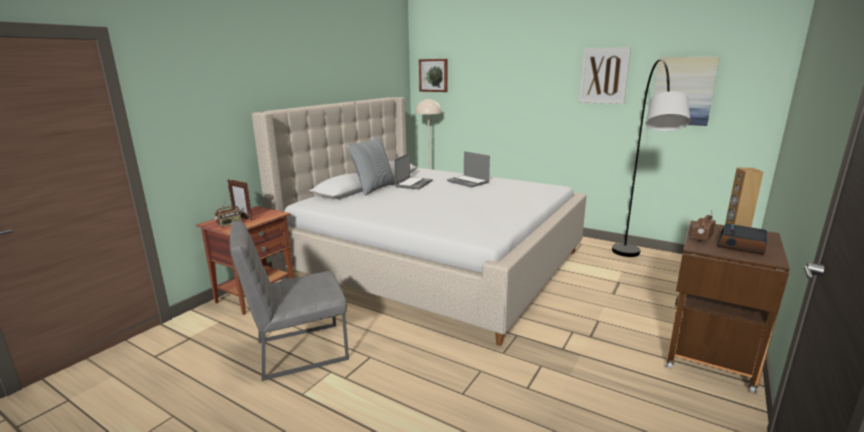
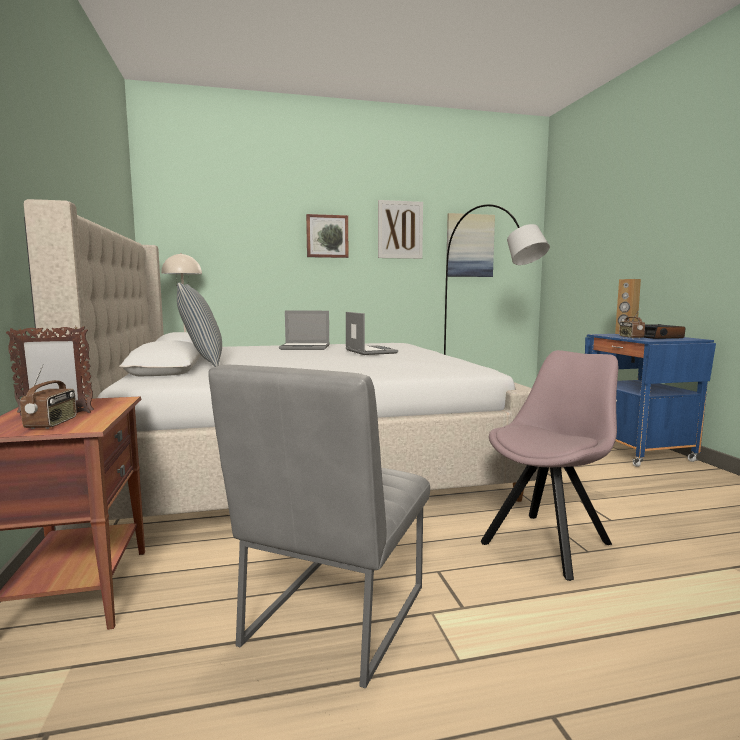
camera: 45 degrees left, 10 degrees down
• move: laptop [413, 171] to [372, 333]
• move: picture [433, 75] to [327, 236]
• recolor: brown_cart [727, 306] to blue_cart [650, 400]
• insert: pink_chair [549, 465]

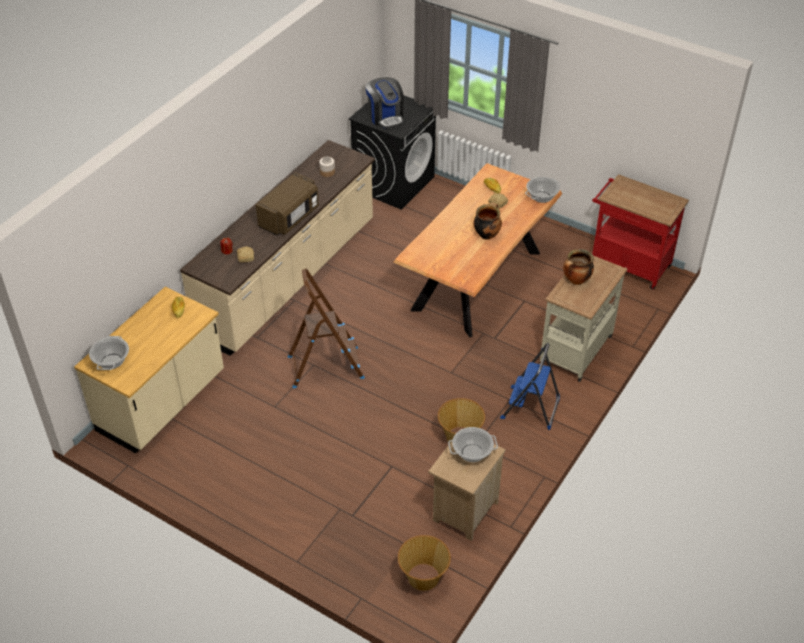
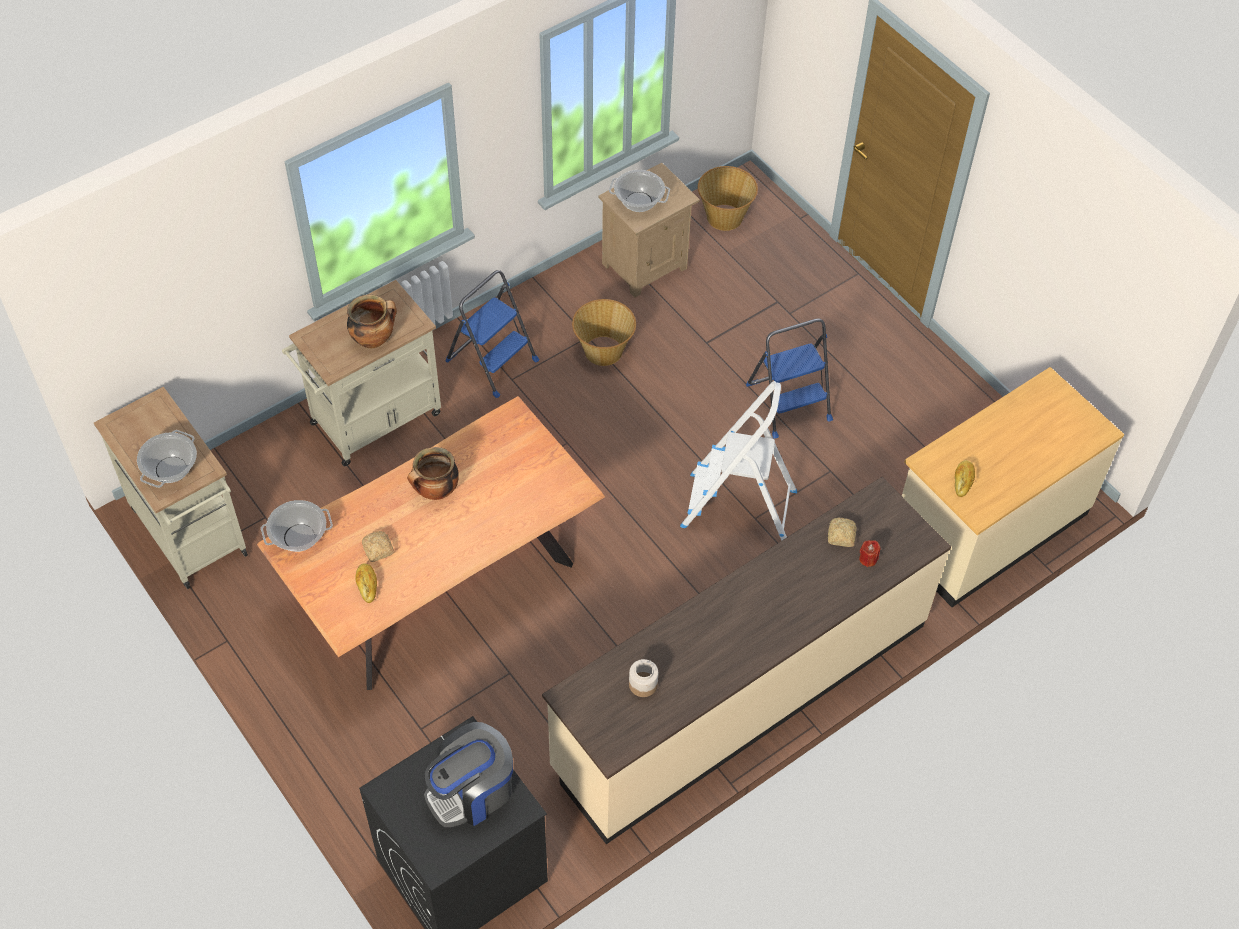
camera: 160 degrees left, 10 degrees up
• move: cooking_pot [109, 353] to [167, 459]
• delete: brown_microwave [287, 204]
• recolor: brown_step_ladder [326, 328] to white_step_ladder [738, 461]
• rotate: coffee_machine [384, 103] = [468, 774] 120 degrees counterclockwise
• recolor: red_cart [640, 232] to beige_cart [171, 488]
• insert: blue_step_ladder [789, 379]

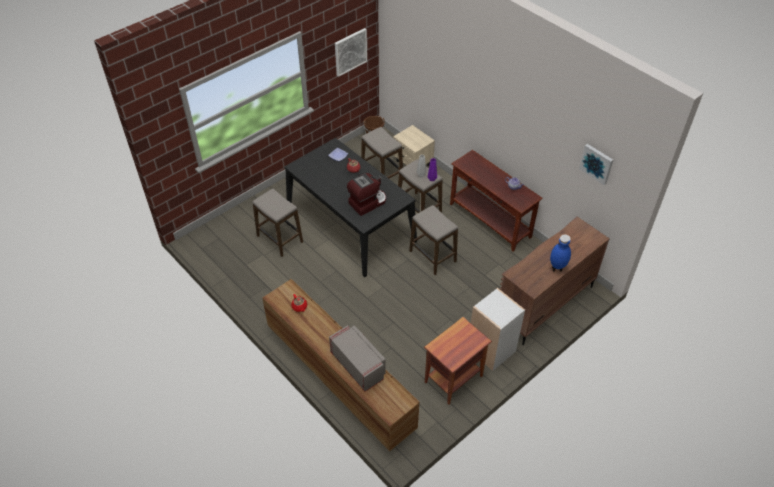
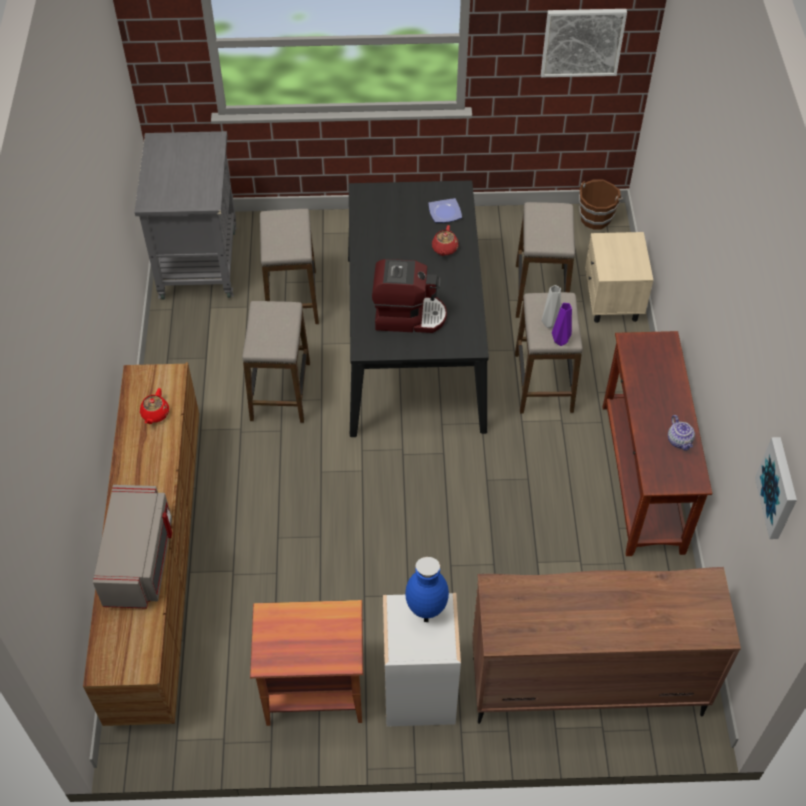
camera: 40 degrees right, 5 degrees up
• move: stool [433, 240] to [276, 362]
• move: blue_vase [560, 253] to [427, 589]
• insert: grey_cart [185, 215]

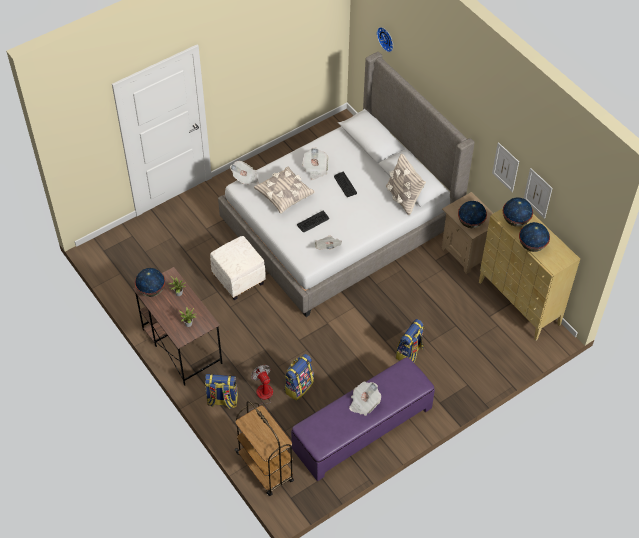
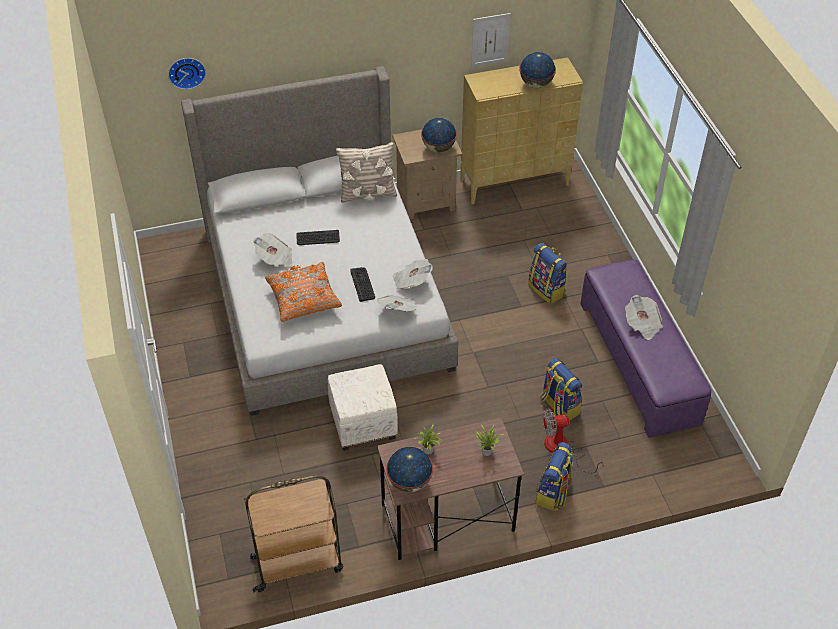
camera: 70 degrees left, 5 degrees down
• move: newspaper [244, 173] to [397, 303]
• move: brown_cart [264, 448] to [293, 534]
• recolor: beige_pillow [284, 190] to orange_pillow [303, 292]
• delete: picture [505, 167]
• delete: globe [518, 212]

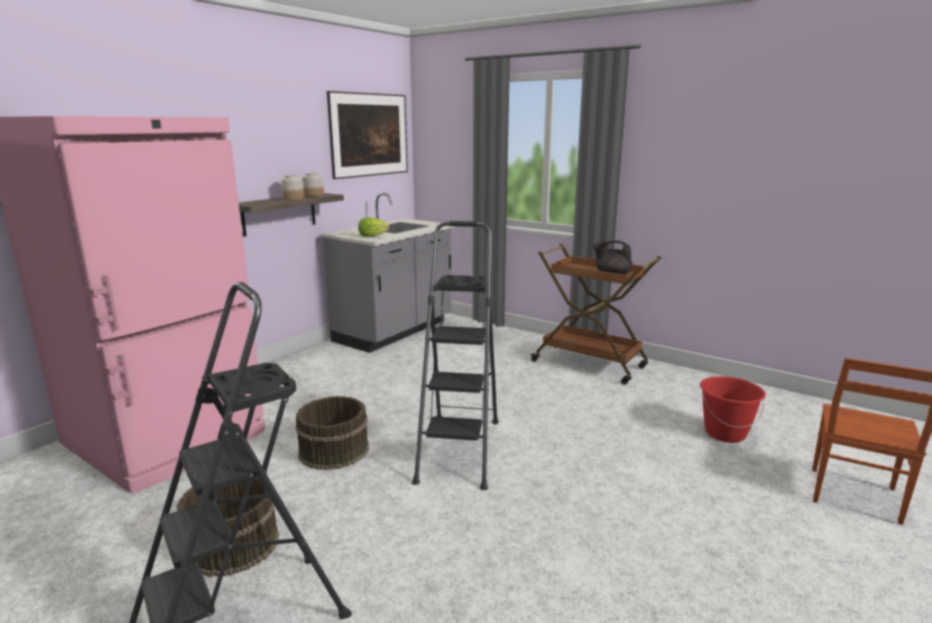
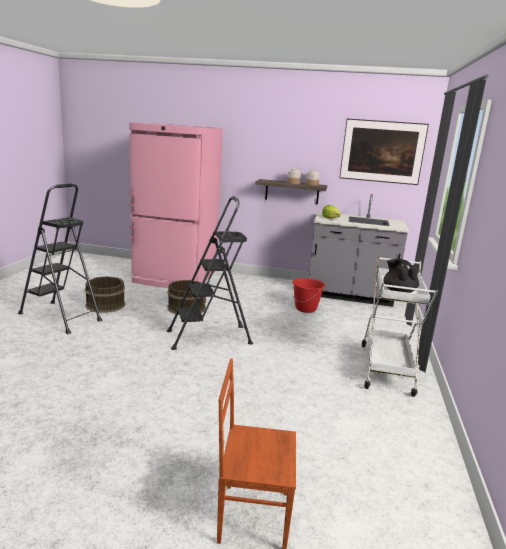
camera: 65 degrees right, 0 degrees up
• recolor: brown_cart [595, 314] to white_cart [399, 326]
• move: red_bucket [733, 409] to [308, 295]

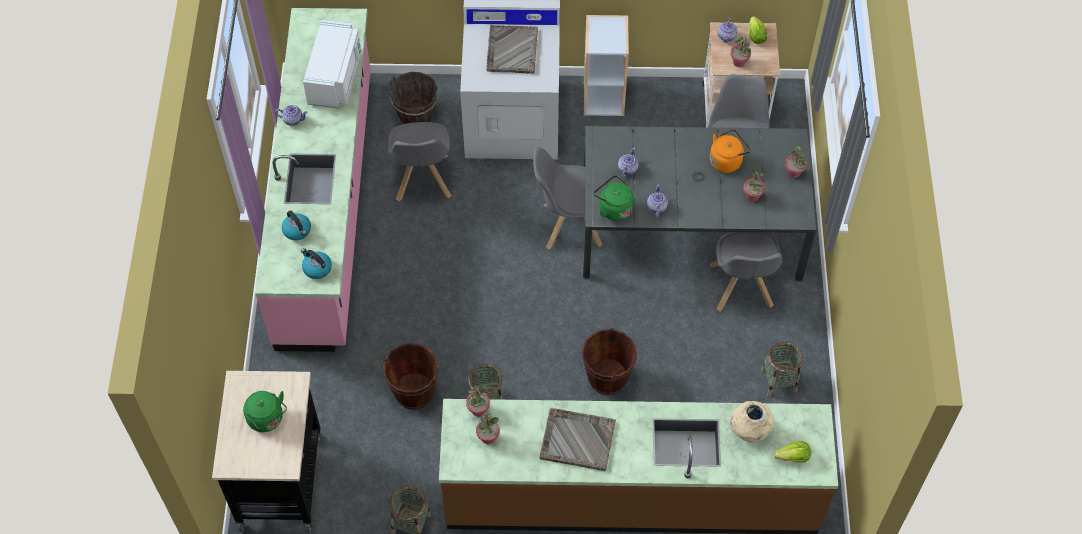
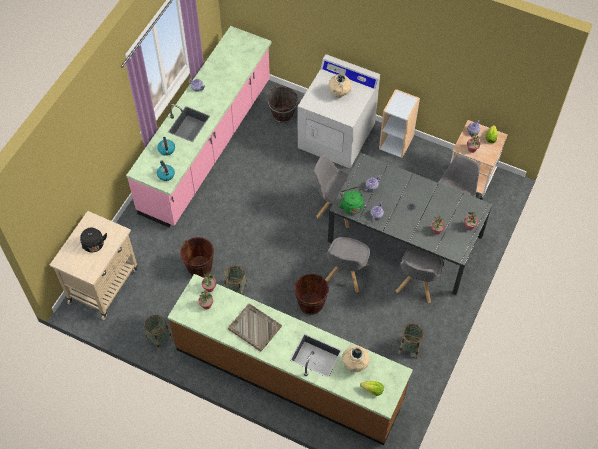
camera: 25 degrees right, 0 degrees up
• recolor: black_cart [267, 452] to beige_cart [94, 265]
• recolor: green_kettle [265, 411] to black_kettle [93, 240]
• delete: white_microwave [332, 64]
• move: grey_chair [419, 161] to [347, 265]
• replace: grey_tray [512, 49] to beige_vase [340, 86]
• delete: orange_kettle [730, 151]

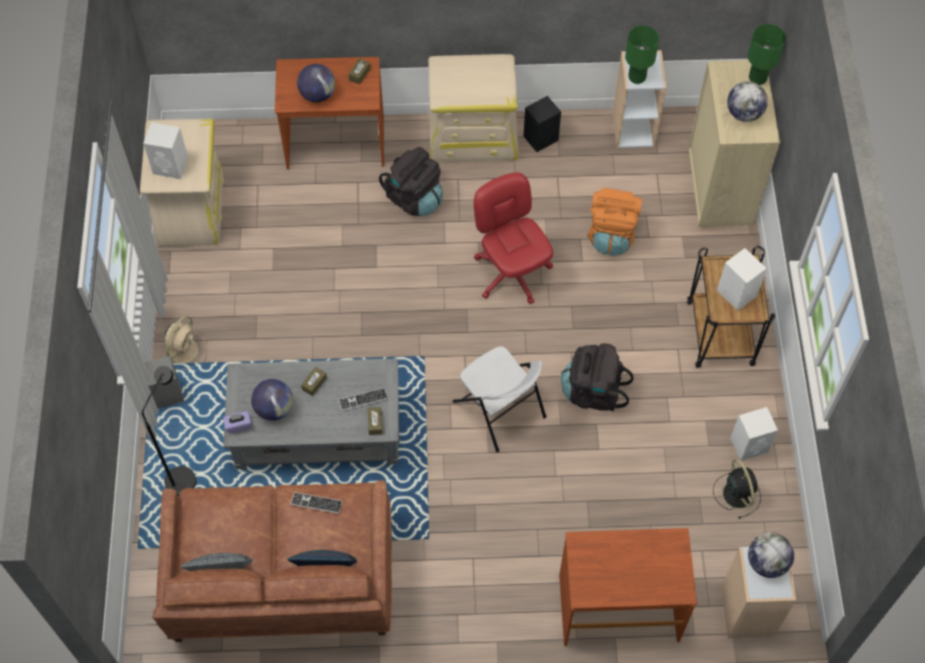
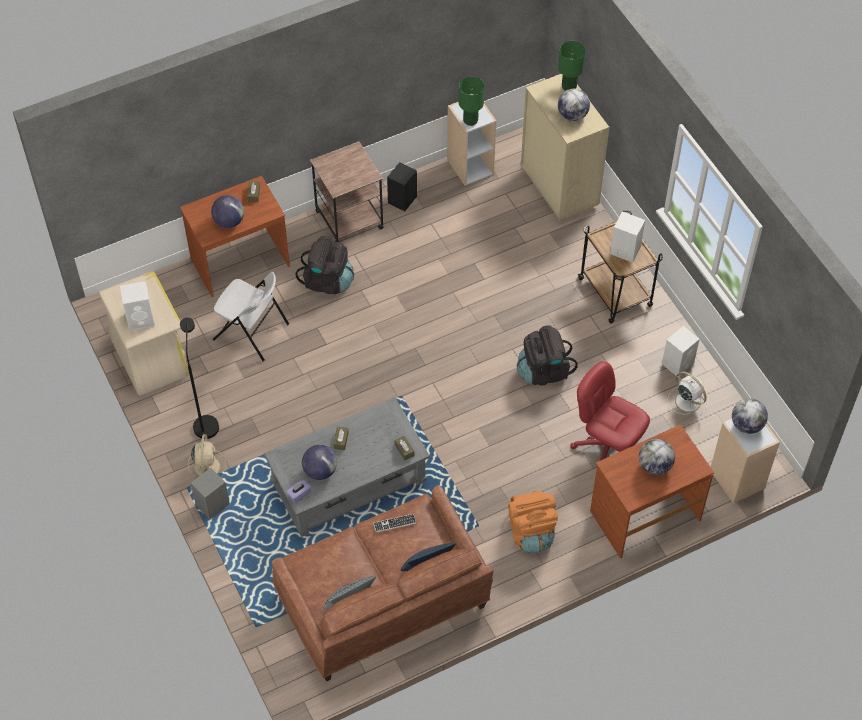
camera: 25 degrees left, 5 degrees down
• move: black_floor_lamp [169, 431] to [199, 378]
• delete: keyboard [363, 399]
• replace: beige_nightstand [473, 108] to brown_cart [347, 191]
• move: white_chair [499, 399] to [251, 317]
• move: red_office_chair [513, 238] to [610, 411]
• move: orange_backpack [614, 222] to [533, 522]
• recolor: black_fan [737, 489] to white_fan [687, 394]
• insert: globe [657, 457]

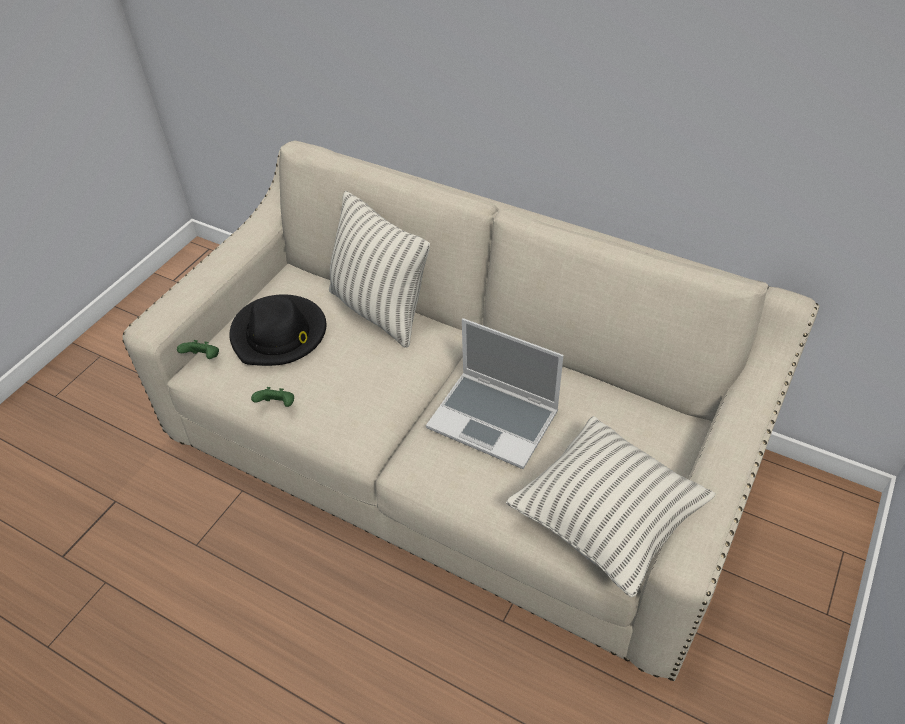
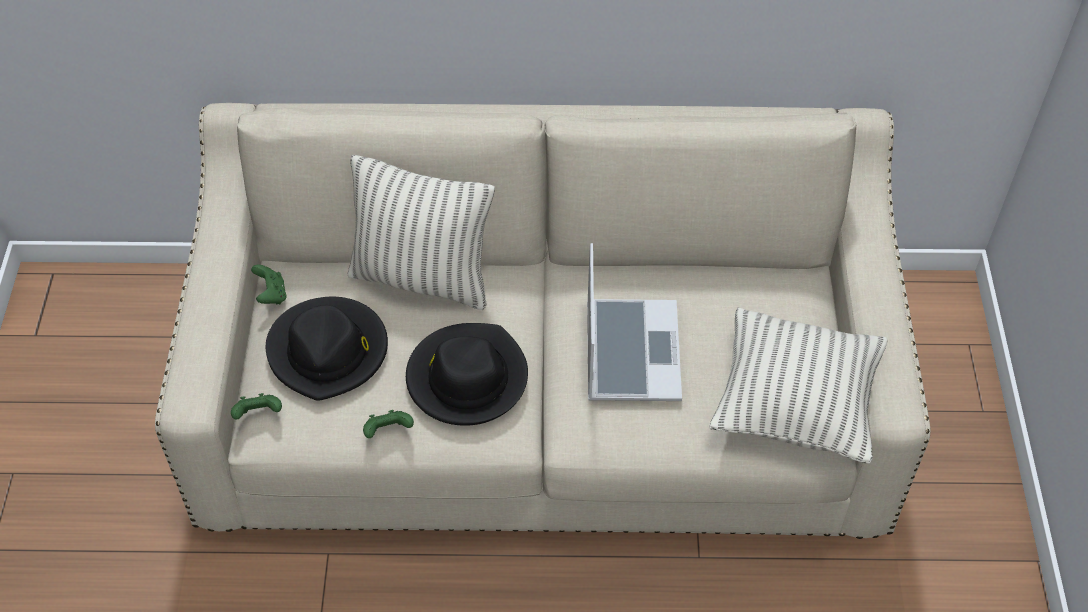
camera: 30 degrees left, 5 degrees up
• rotate: laptop [494, 393] = [634, 322] 90 degrees counterclockwise
• insert: green_game_controller [269, 284]
• insert: black_hat [467, 374]

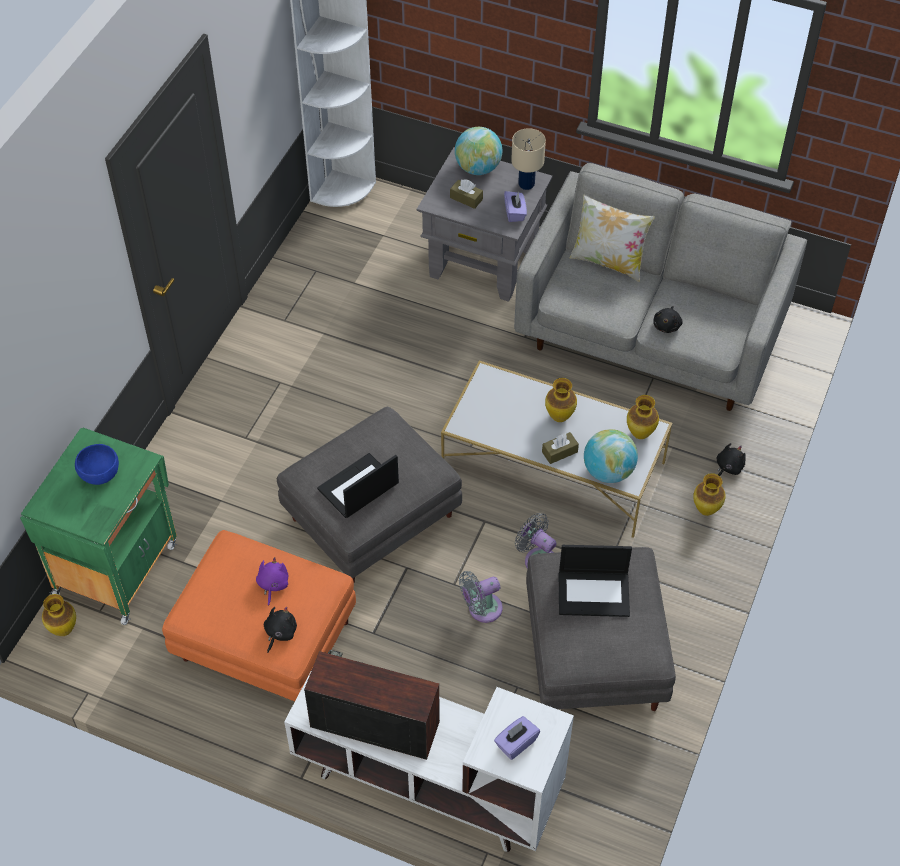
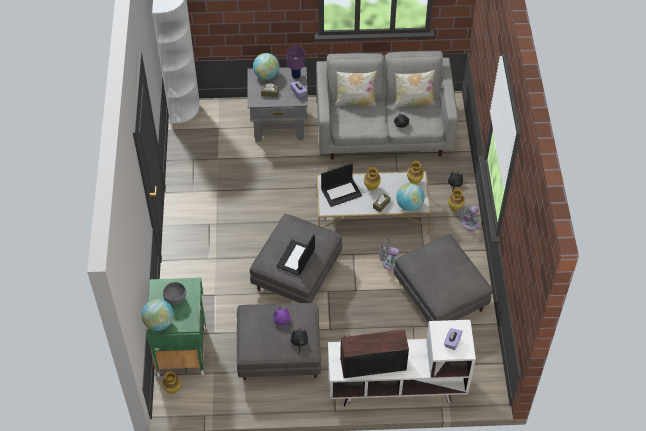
camera: 25 degrees left, 0 degrees up
• recolor: blue_bowl [97, 464] to grey_bowl [174, 293]
• recolor: orange_ottoman [259, 615] to grey_ottoman [279, 341]
• move: grey_fan [481, 597] to [468, 218]
• recolor: beige_table_lamp [528, 159] to purple_table_lamp [296, 62]
• move: laptop [595, 581] to [341, 185]
• insert: globe [158, 315]
• insert: pillow [415, 89]

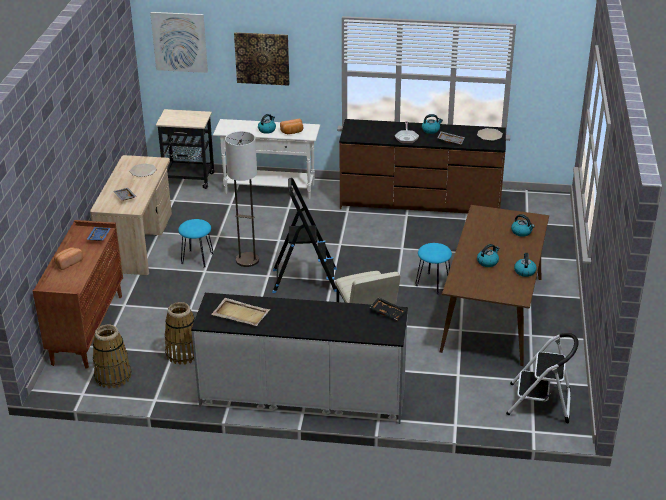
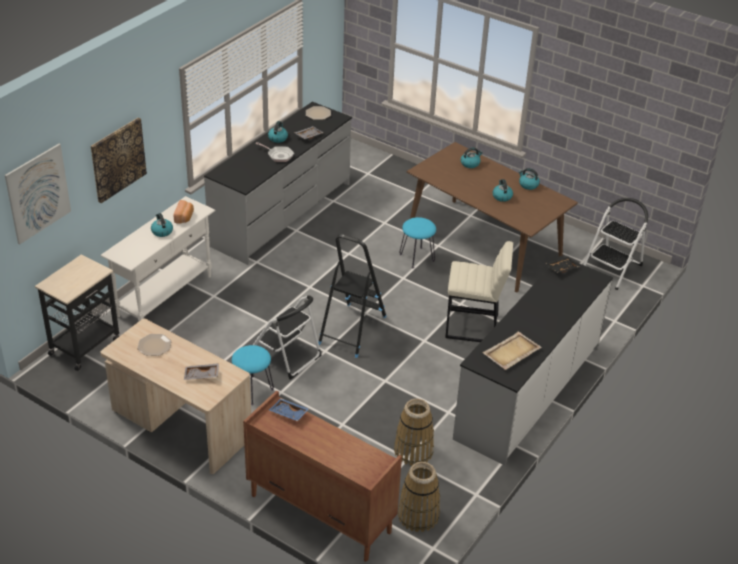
camera: 65 degrees left, 5 degrees up
• delete: bread [68, 258]
• replace: floor_lamp [242, 199] to step_ladder [287, 337]
• recolor: brown_dresser [422, 166] to grey_dresser [278, 183]

